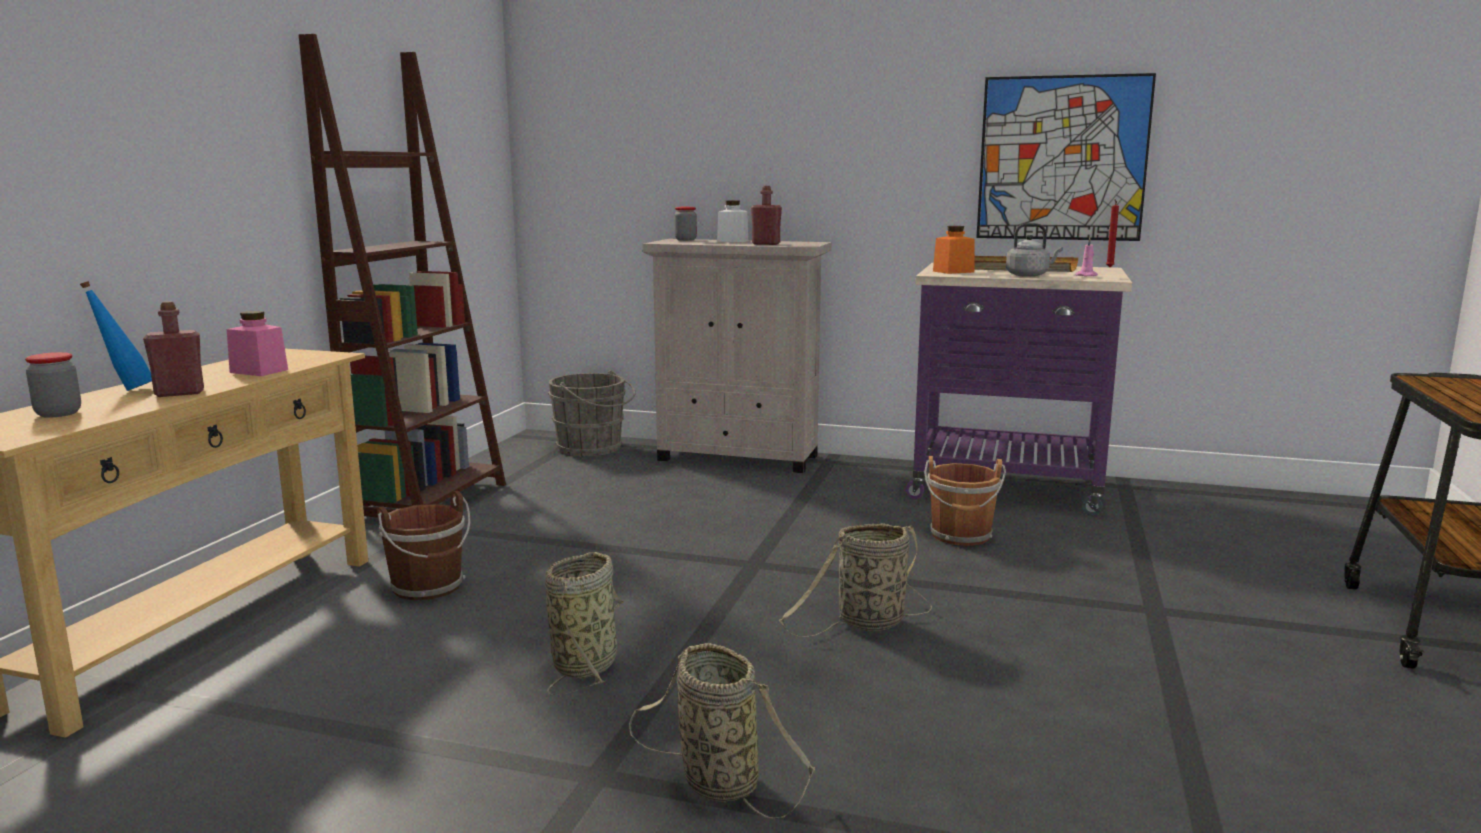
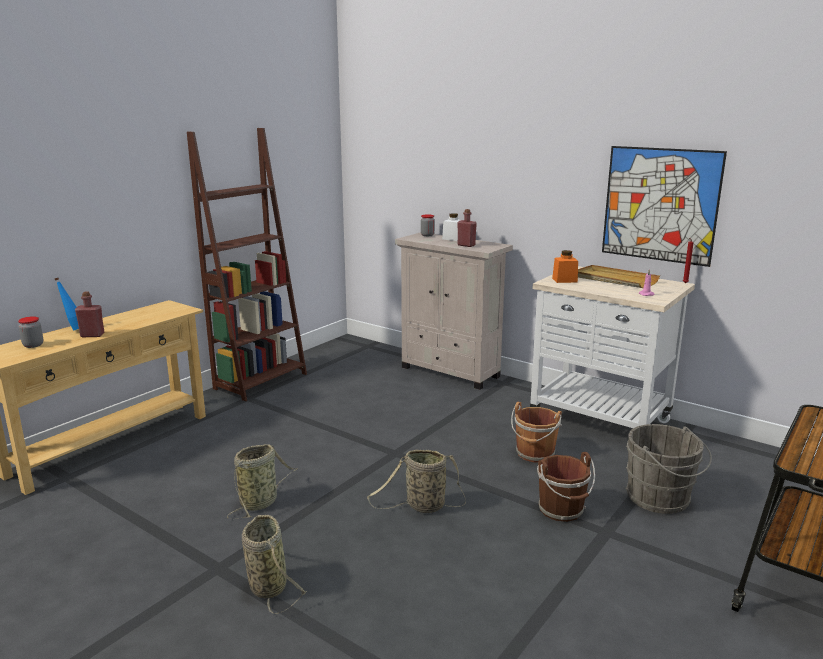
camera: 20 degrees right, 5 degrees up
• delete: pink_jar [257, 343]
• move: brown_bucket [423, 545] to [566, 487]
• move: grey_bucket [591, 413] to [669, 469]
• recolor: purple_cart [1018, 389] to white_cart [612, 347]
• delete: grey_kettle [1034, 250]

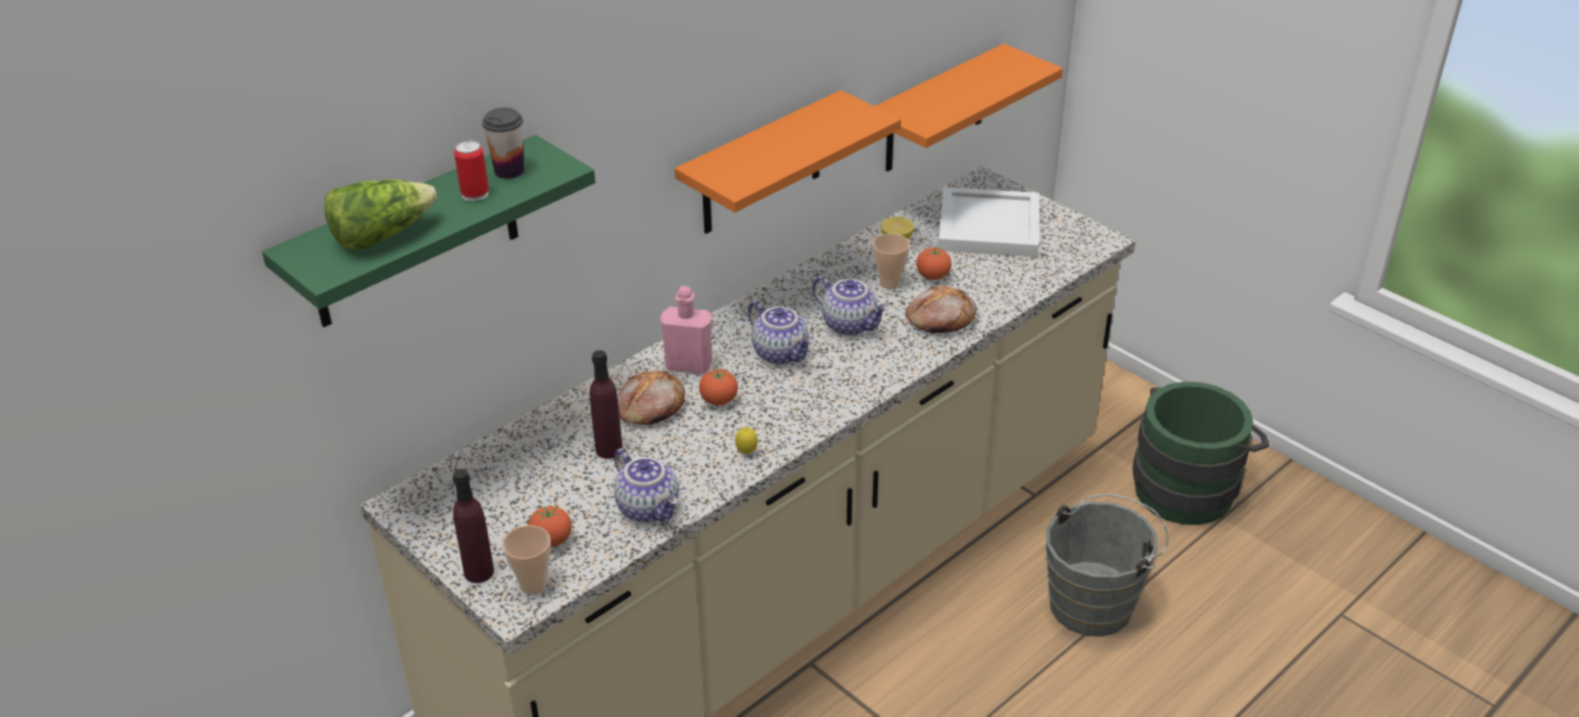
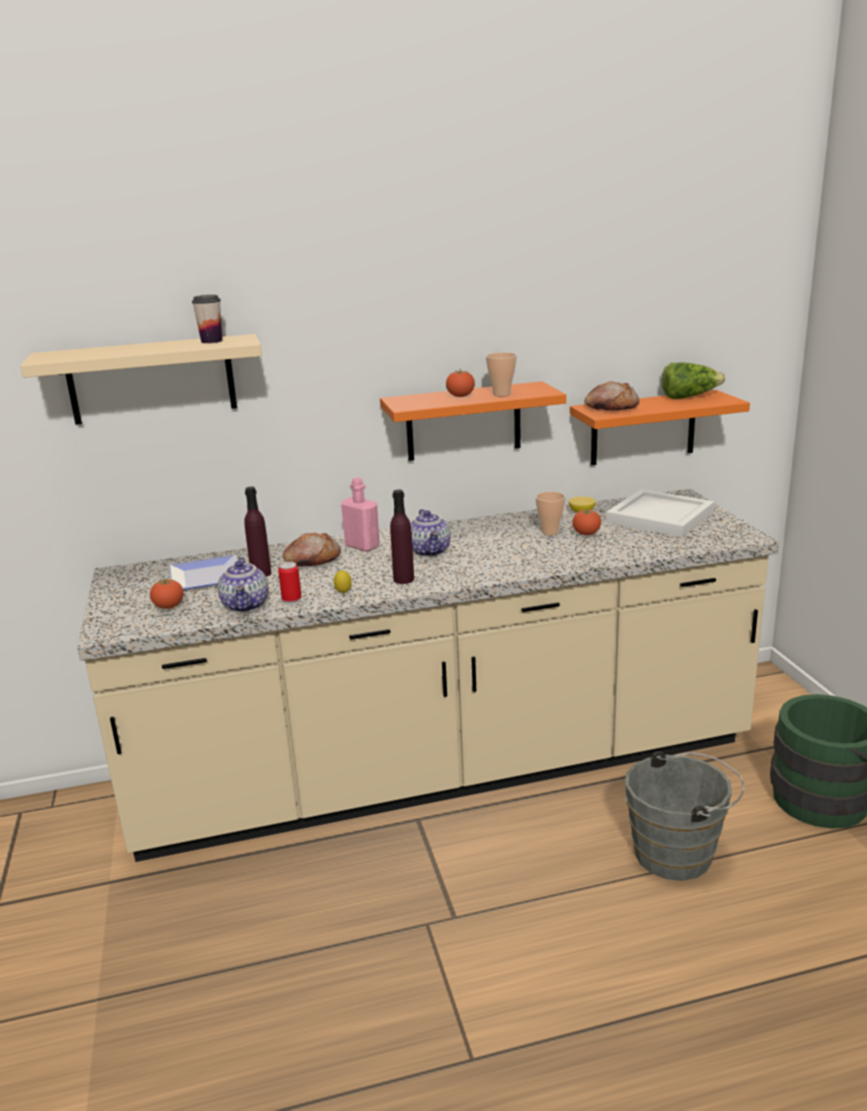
camera: 30 degrees right, 15 degrees down
• recolor: green_shelf [428, 231] to beige_shelf [141, 379]
• move: lettuce [380, 214] to [693, 380]
• move: purple_bottle [473, 526] to [402, 537]
• move: can [471, 171] to [290, 583]
• move: cup [526, 559] to [501, 374]
• move: tomato [718, 387] to [460, 383]
• delete: teapot [850, 306]
• move: bread [941, 309] to [611, 395]
• insert: plate [203, 572]

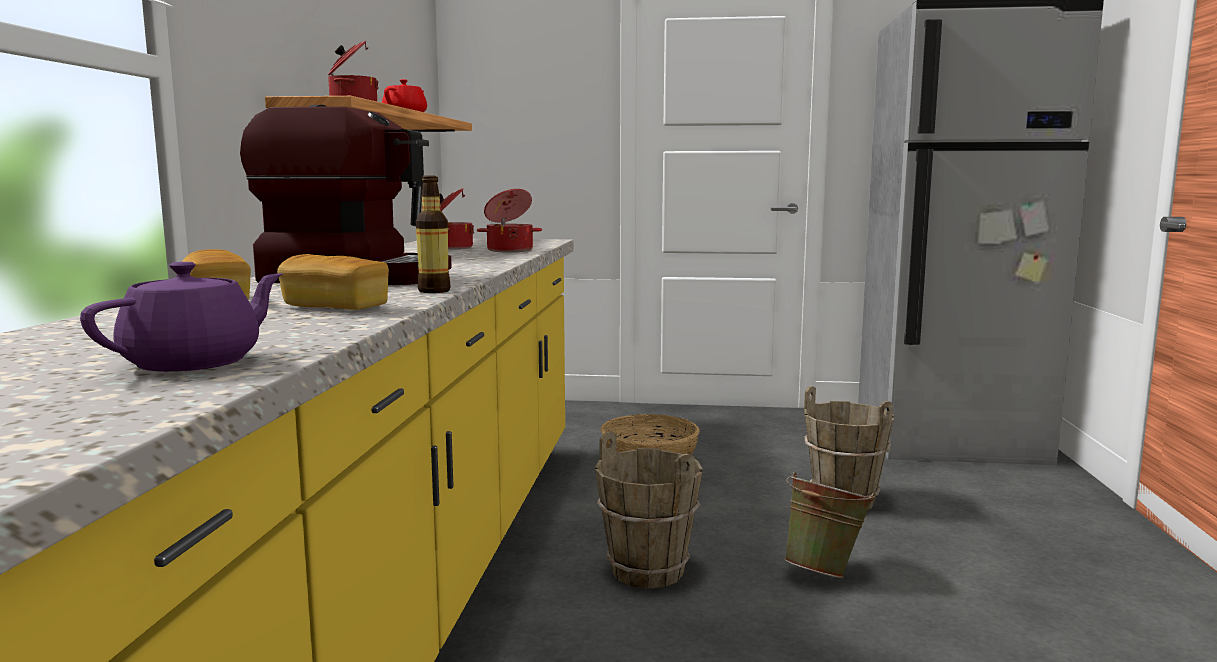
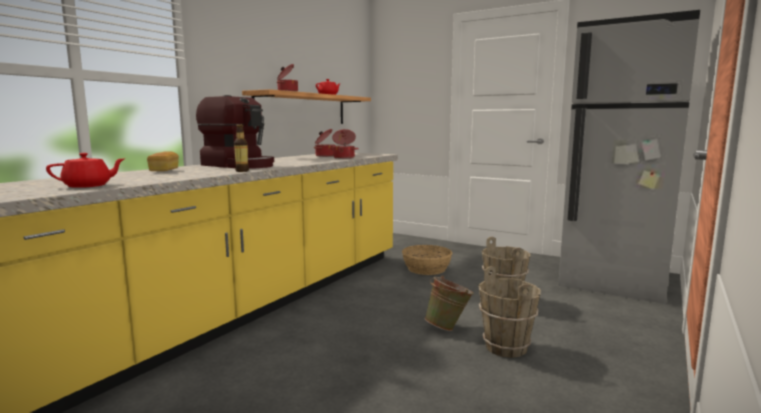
camera: 25 degrees right, 0 degrees up
• recolor: purple_teapot [181, 317] to red_teapot [86, 170]
• delete: bread [333, 282]
• move: brown_bucket [649, 510] to [509, 312]

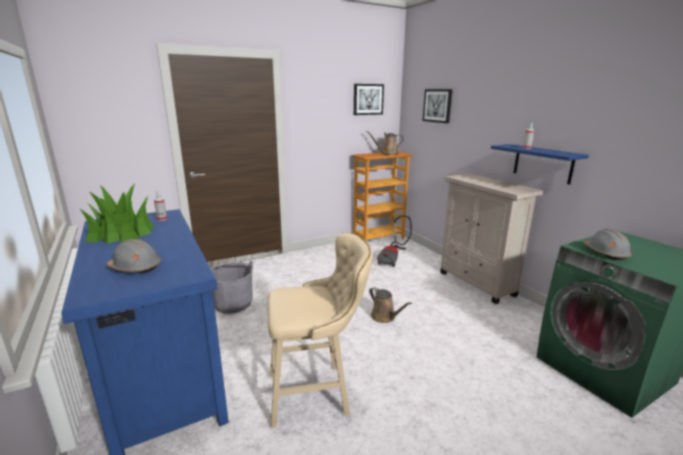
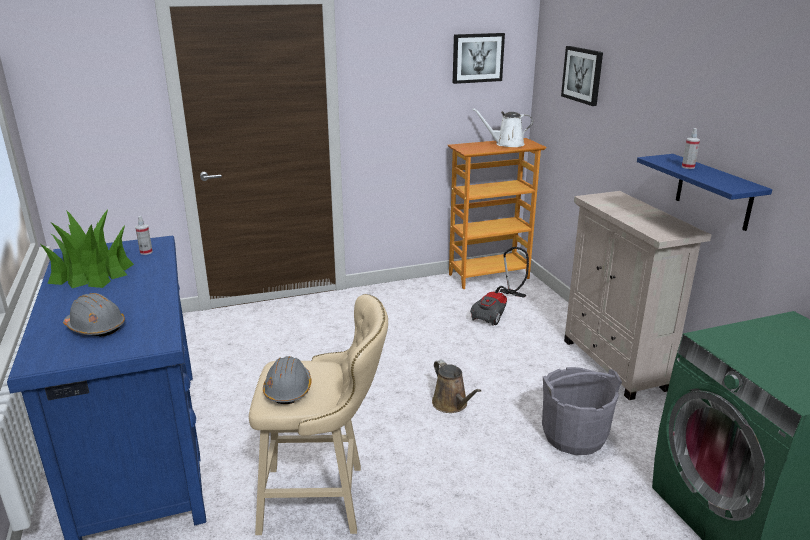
camera: 10 degrees right, 5 degrees up
• move: grey_bucket [231, 287] to [582, 411]
• recolor: brown_watering_can [385, 143] to white_watering_can [502, 127]
• move: grey_hard_hat [608, 244] to [287, 380]

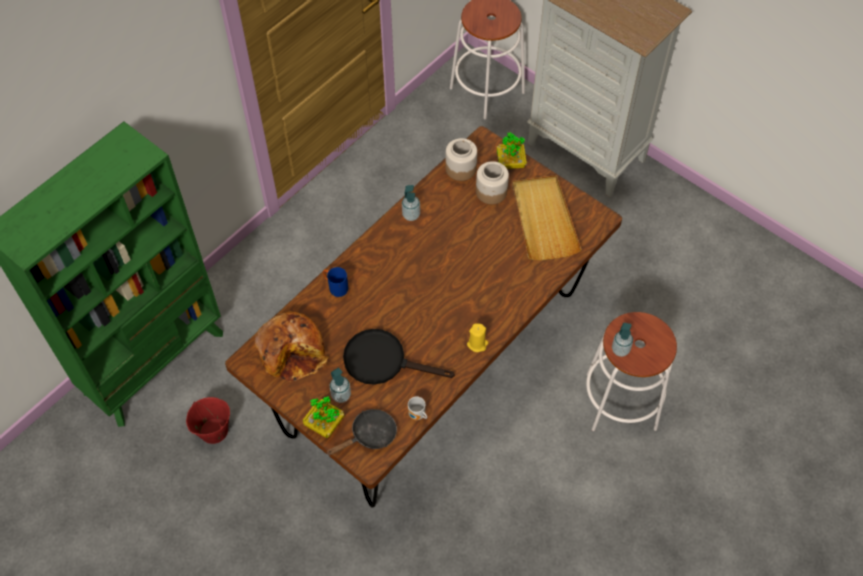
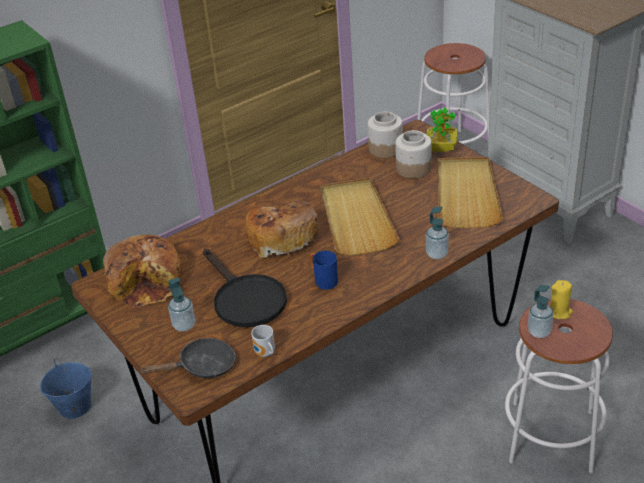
camera: 15 degrees right, 20 degrees down
• recolor: red_bucket [208, 420] to blue_bucket [66, 388]
• delete: potted_plant [323, 417]
• move: blue_mug [335, 282] to [324, 270]
• rotate: black_frying_pan [399, 357] = [245, 288] 150 degrees counterclockwise
• move: soap_dispenser [411, 203] to [437, 232]
• move: yellow_candle [477, 338] to [561, 299]
• insert: bread [282, 228]
• insert: beige_tray [359, 216]

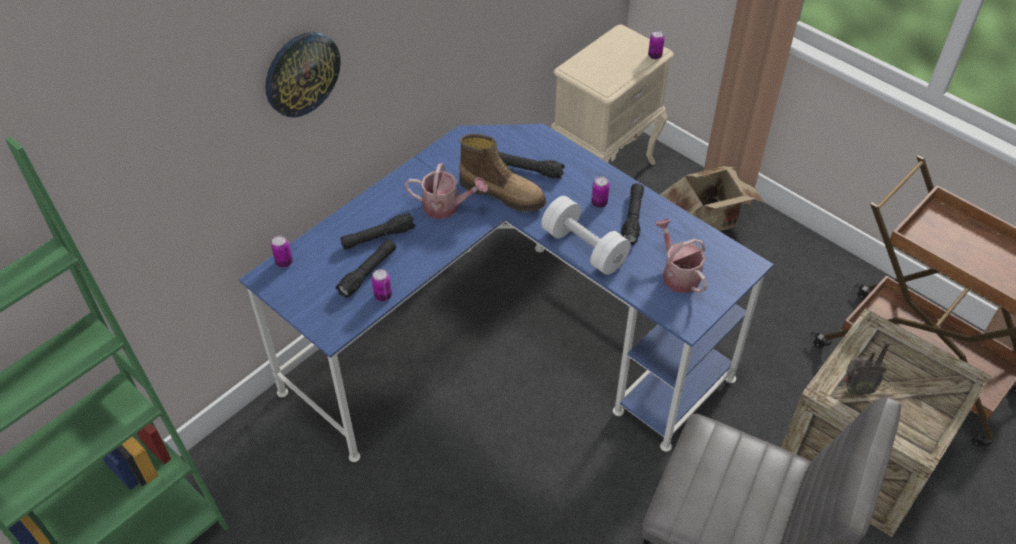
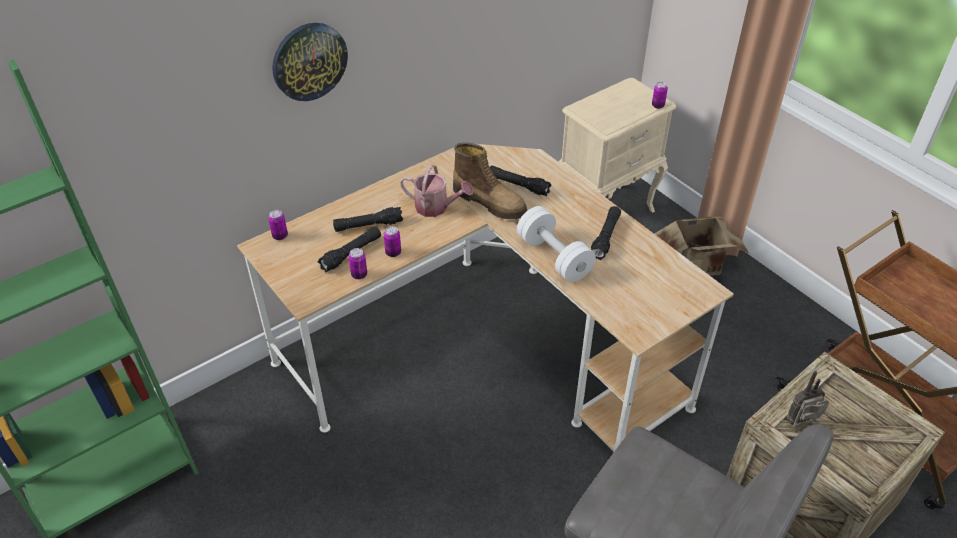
camera: 10 degrees right, 5 degrees down
• recolor: blue_desk [506, 293] to beige_desk [485, 297]
• move: can [600, 192] to [392, 241]
• delete: watering_can [681, 256]
• rotate: radio [867, 368] = [807, 399] 150 degrees clockwise

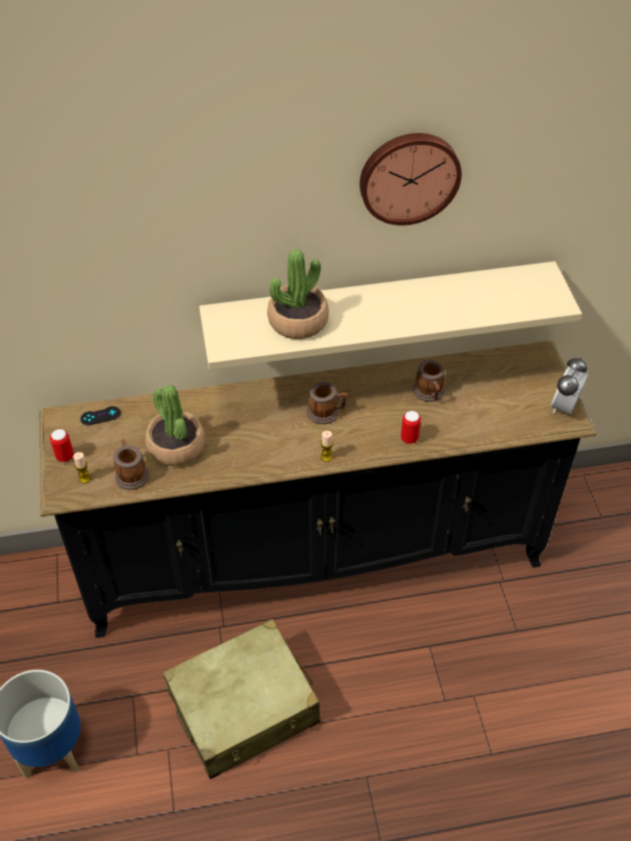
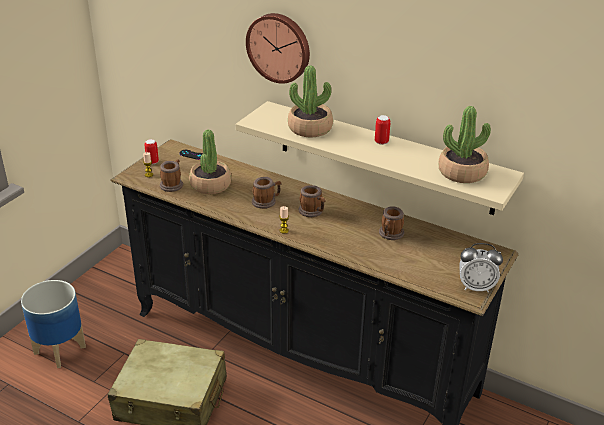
camera: 40 degrees right, 15 degrees down
• move: wall_clock [411, 179] to [278, 48]
• move: can [411, 427] to [383, 130]
• rotate: alarm_clock [569, 386] = [481, 268] 150 degrees counterclockwise
• insert: mug [267, 193]
• insert: potted_plant [465, 144]

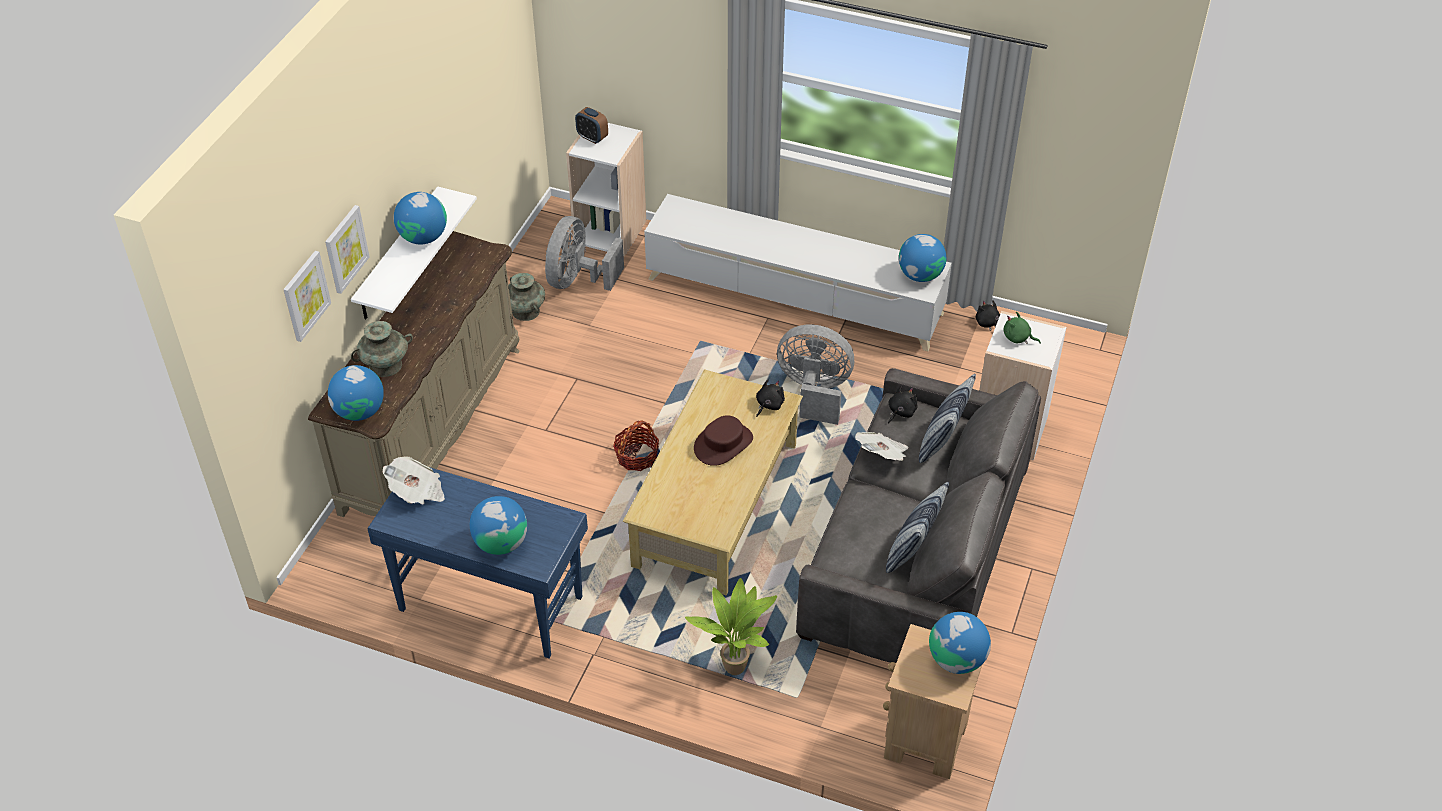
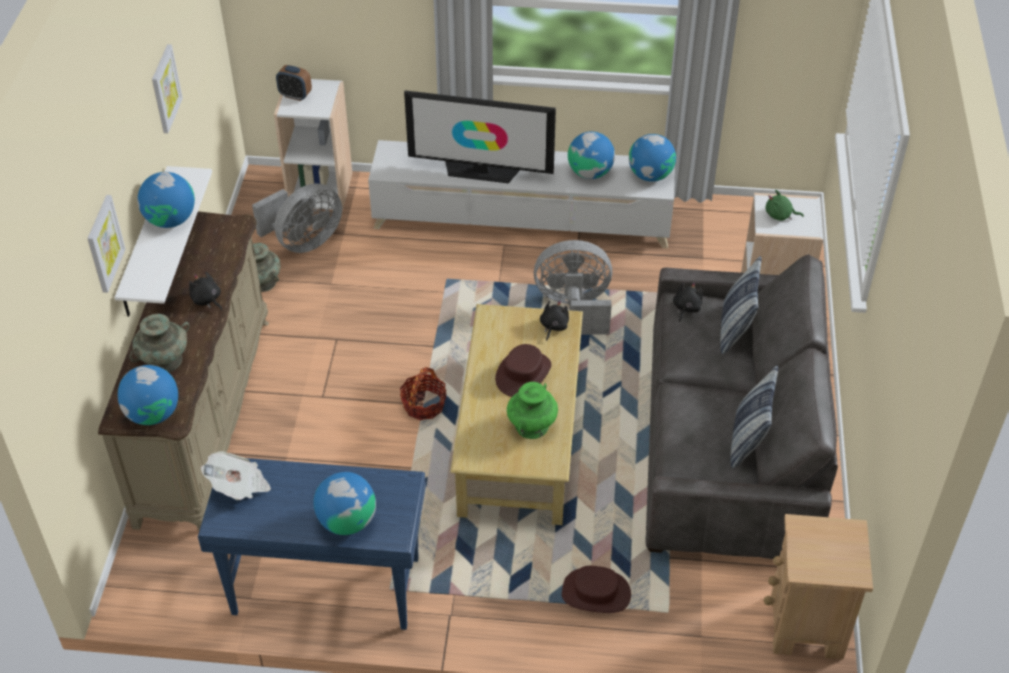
camera: 15 degrees left, 0 degrees up
• move: picture [307, 296] to [167, 88]
• rotate: grey_fan [584, 253] = [297, 218] 135 degrees counterclockwise
• replace: potted_plant [731, 626] to brown_hat [596, 589]
• delete: newspaper [882, 446]
• move: globe [960, 643] to [591, 155]
• move: black_plush_toy [988, 315] to [205, 291]
• insert: television [480, 136]
• insert: green_vase [532, 410]

